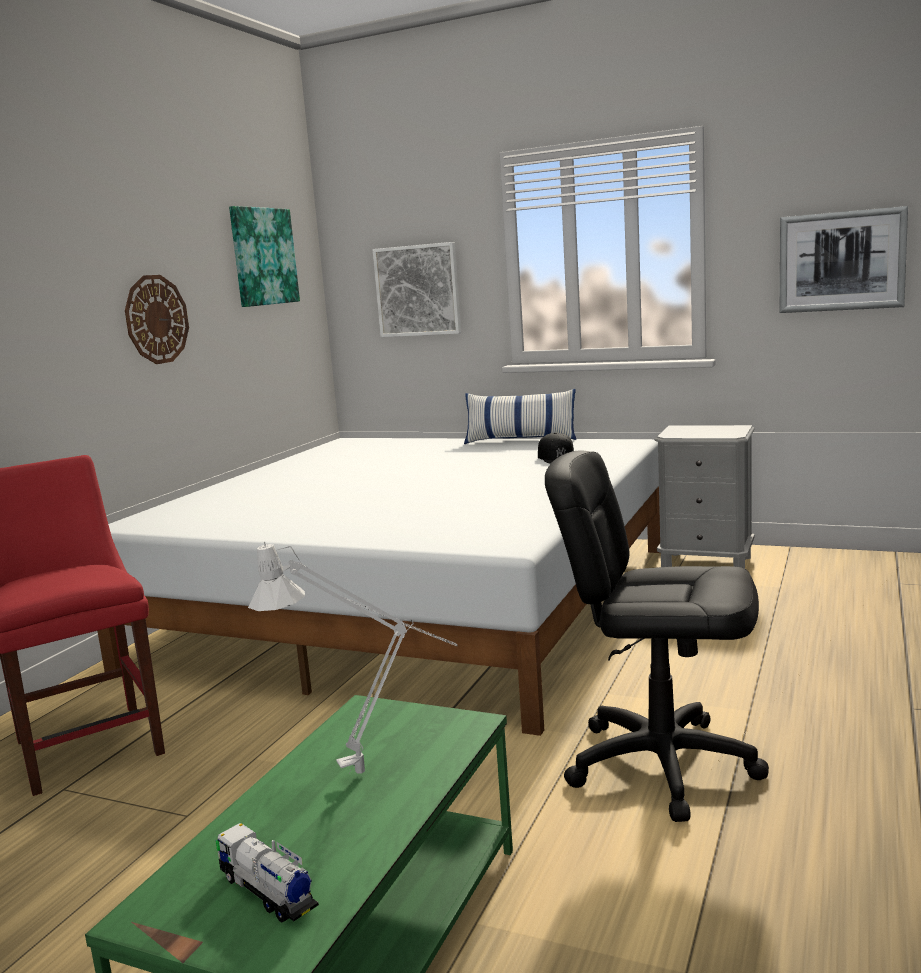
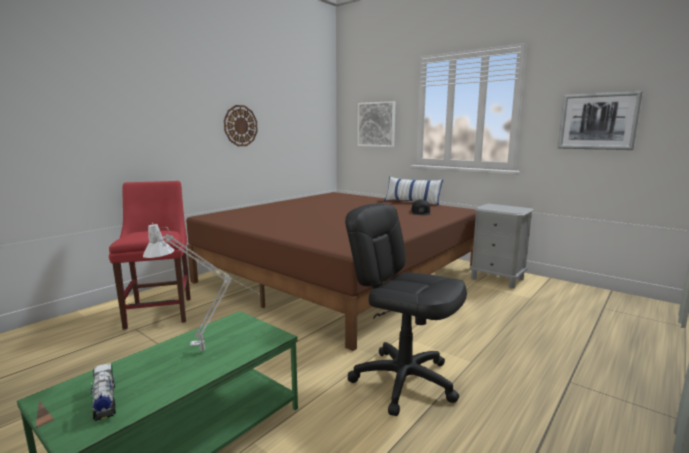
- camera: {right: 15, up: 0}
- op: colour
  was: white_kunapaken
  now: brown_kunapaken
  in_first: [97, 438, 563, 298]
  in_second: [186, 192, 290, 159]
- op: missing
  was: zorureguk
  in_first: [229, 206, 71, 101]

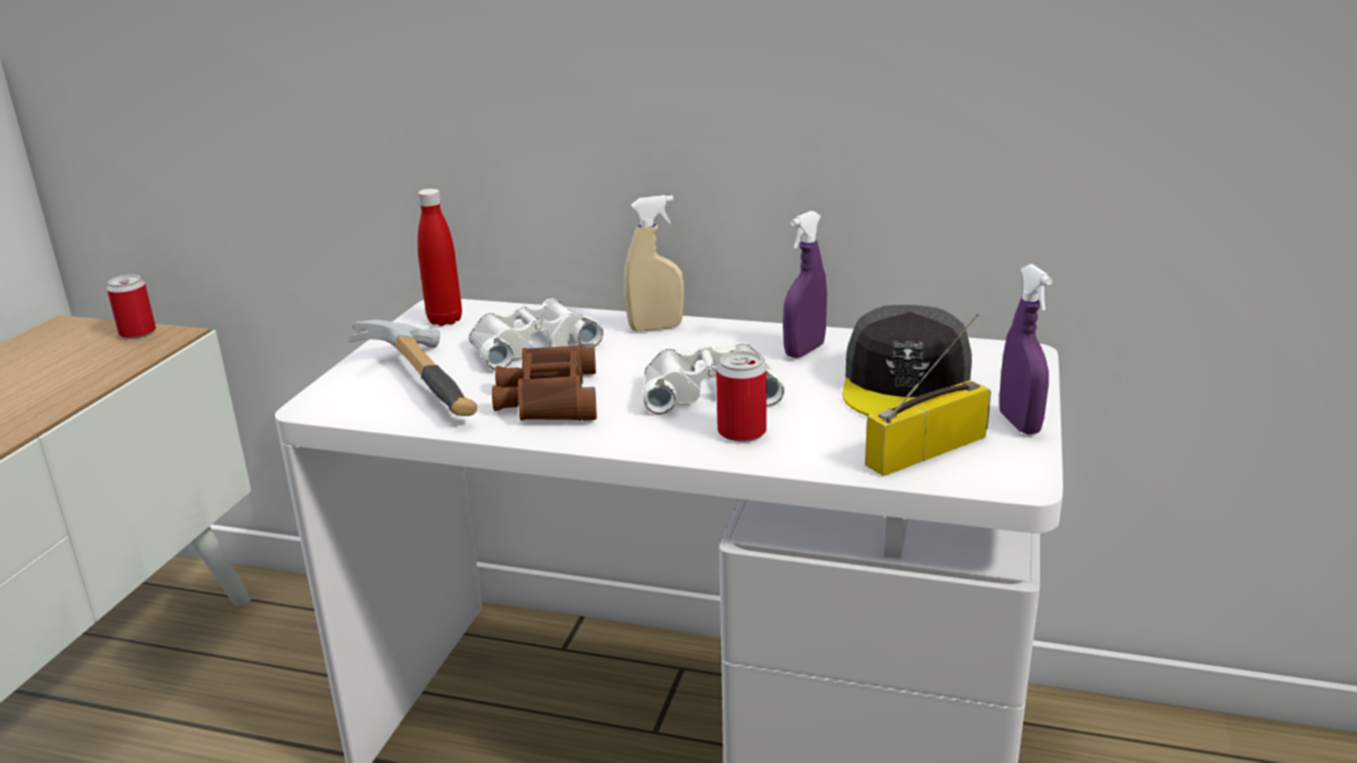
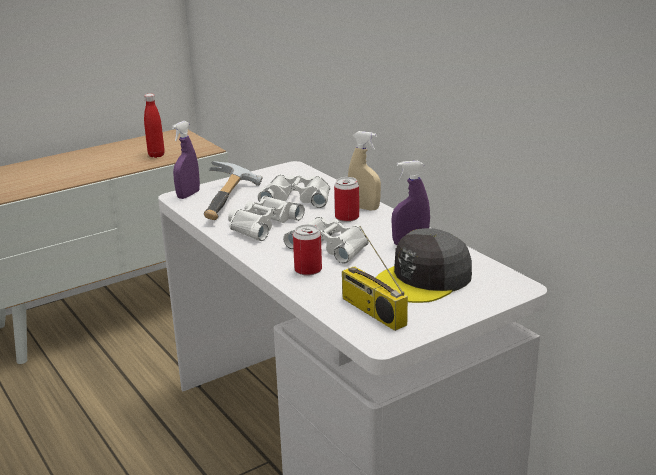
- camera: {right: 40, up: 0}
- op: relocated
  was: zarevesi
  in_first: [107, 275, 49, 64]
  in_second: [334, 177, 25, 45]
- op: relocated
  was: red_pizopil
  in_first: [417, 189, 45, 137]
  in_second: [144, 94, 21, 64]
- op: colour
  was: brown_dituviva
  now: white_dituviva
  in_first: [492, 343, 105, 78]
  in_second: [228, 196, 77, 45]
- op: spun
  was: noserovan
  in_first: [865, 314, 126, 162]
  in_second: [342, 226, 66, 105]
  clockwise: -135
- op: relocated
  was: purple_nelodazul
  in_first: [999, 264, 53, 171]
  in_second: [172, 121, 28, 78]

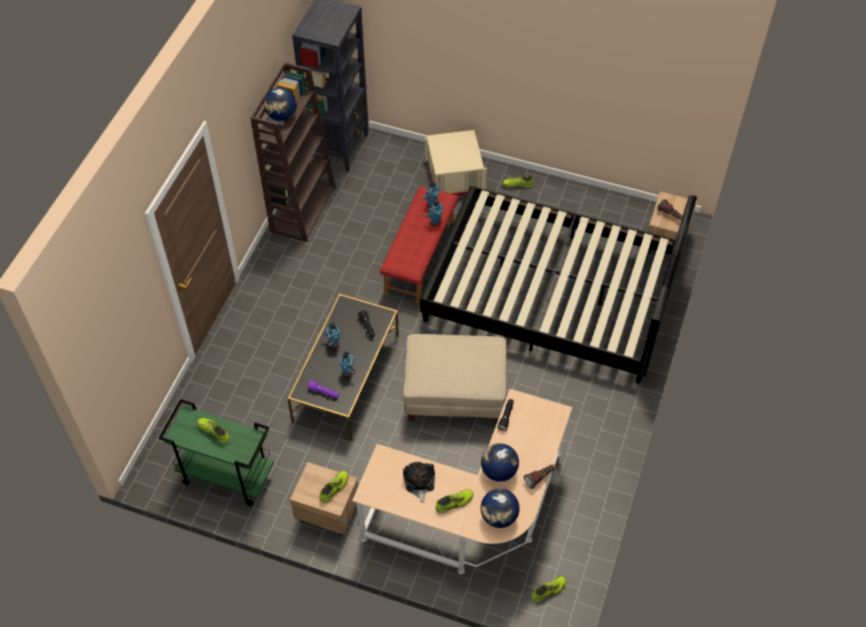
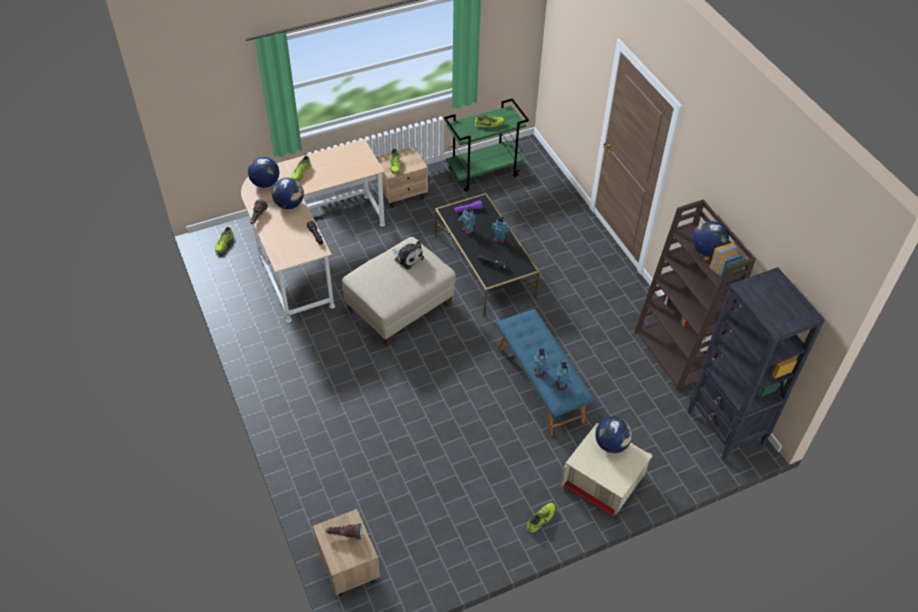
- camera: {right: 135, up: -5}
- op: colour
  was: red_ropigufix
  now: blue_ropigufix
  in_first: [380, 186, 78, 118]
  in_second: [496, 309, 98, 127]
- op: relocated
  was: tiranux
  in_first: [403, 462, 32, 41]
  in_second: [393, 241, 31, 28]
- op: missing
  was: black_kunapaken
  in_first: [420, 186, 277, 197]
- op: appeared
  now: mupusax
  in_second: [595, 417, 37, 36]

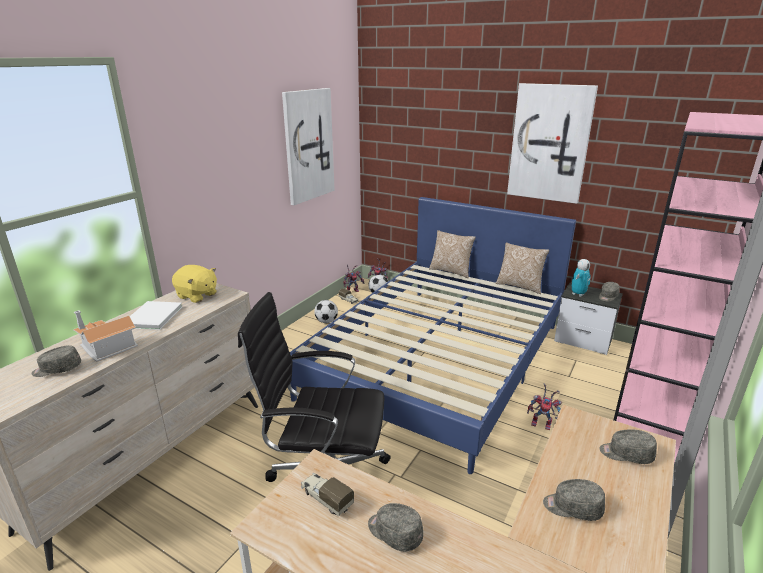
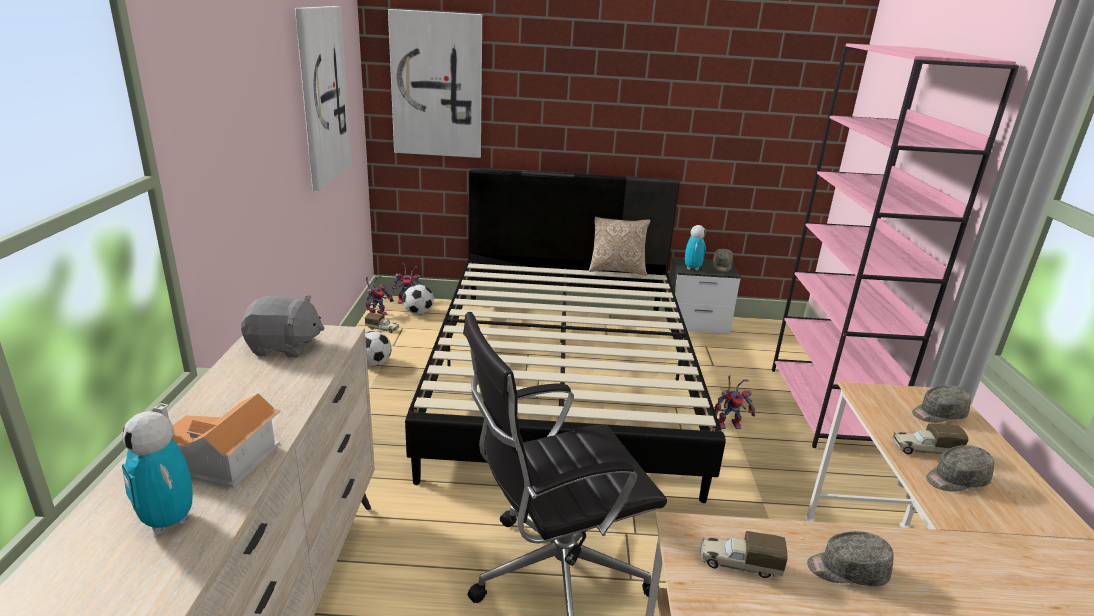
- camera: {right: -30, up: 0}
- op: exchanged
  was: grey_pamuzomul
  now: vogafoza
  in_first: [31, 345, 50, 32]
  in_second: [122, 411, 71, 123]
- op: missing
  was: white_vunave
  in_first: [130, 301, 52, 29]
- op: colour
  was: yellow_tiranux
  now: grey_tiranux
  in_first: [172, 265, 45, 38]
  in_second: [241, 295, 83, 63]
- op: colour
  was: blue_kunapaken
  now: black_kunapaken
  in_first: [290, 197, 286, 277]
  in_second: [405, 167, 321, 336]
- op: missing
  was: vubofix
  in_first: [429, 230, 47, 48]
- op: relocated
  was: zorureguk
  in_first: [507, 83, 91, 121]
  in_second: [388, 9, 94, 149]
- op: appeared
  now: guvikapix
  in_second: [892, 424, 76, 30]

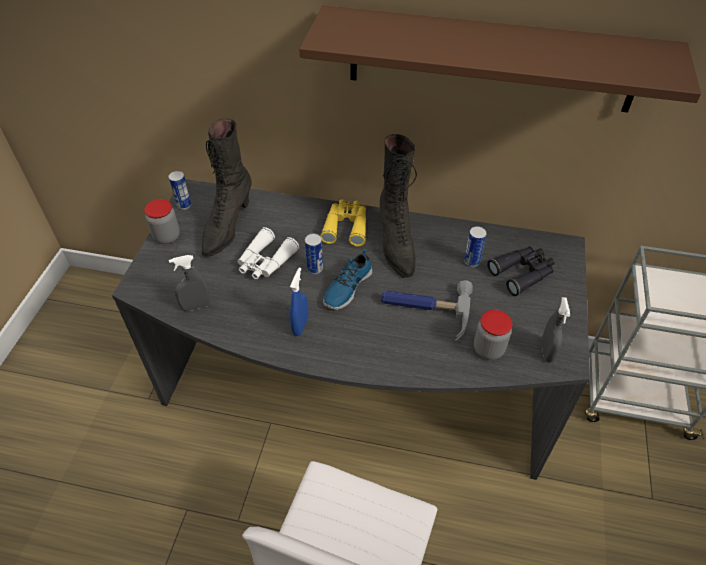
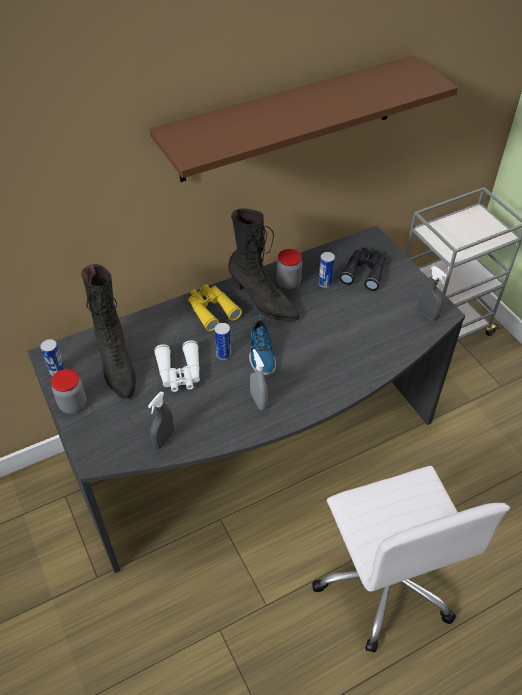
- camera: {right: -40, up: 0}
- op: colour
  was: blue_nelodazul
  now: grey_nelodazul
  in_first: [290, 268, 19, 68]
  in_second: [250, 349, 18, 61]
- op: missing
  was: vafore
  in_first: [381, 280, 92, 61]
- op: relocated
  was: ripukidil
  in_first: [474, 310, 38, 50]
  in_second: [277, 249, 25, 40]

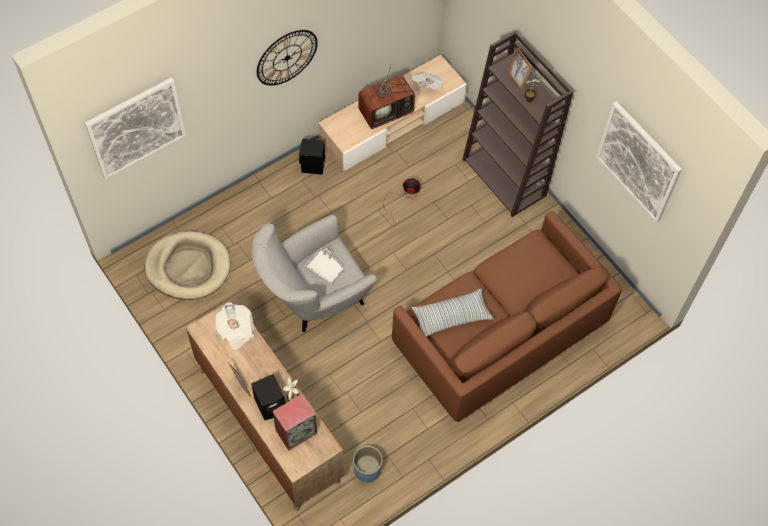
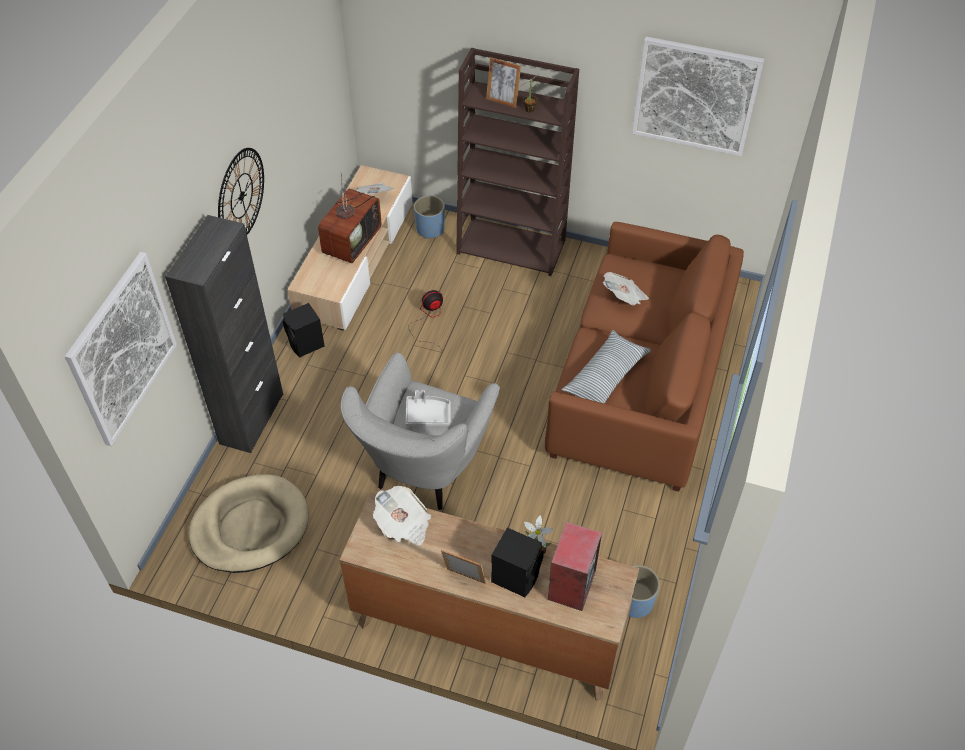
- camera: {right: -35, up: -10}
- op: appeared
  now: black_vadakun
  in_second: [165, 215, 118, 238]
- op: appeared
  now: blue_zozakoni
  in_second: [414, 195, 31, 44]
- op: appeared
  now: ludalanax
  in_second: [603, 272, 46, 33]

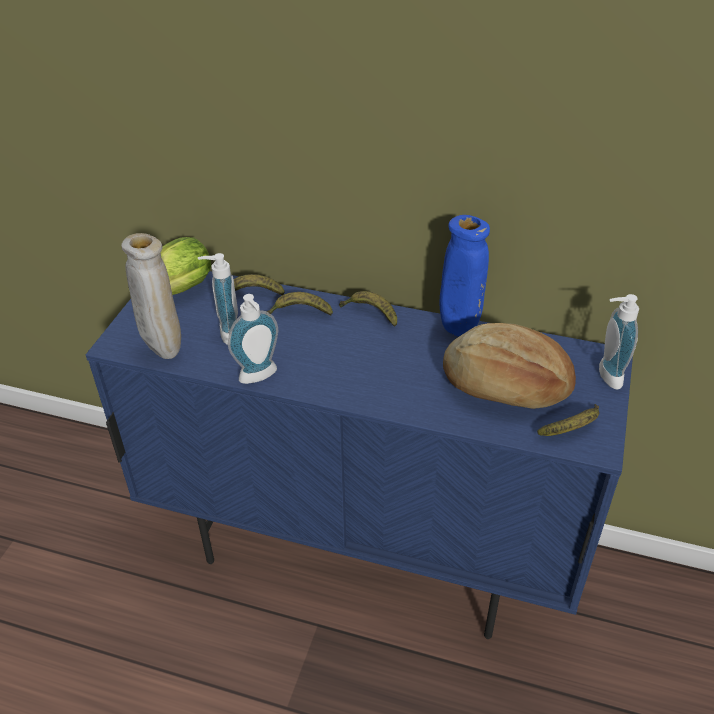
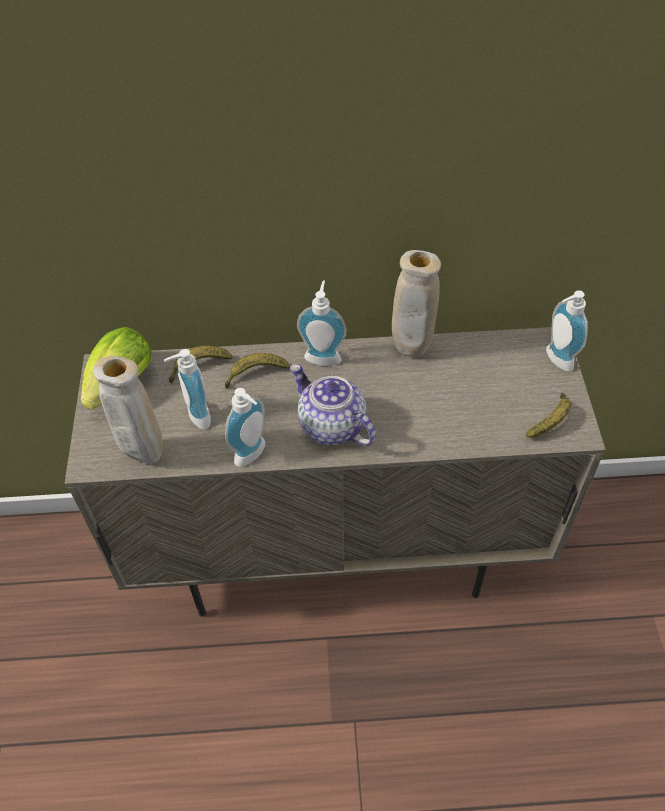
- camera: {right: -20, up: 10}
- op: colour
  was: blue_vadakun
  now: beige_vadakun
  in_first: [86, 271, 547, 368]
  in_second: [65, 327, 541, 290]
- op: exchanged
  was: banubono
  now: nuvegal
  in_first: [339, 291, 58, 36]
  in_second: [297, 280, 50, 86]
- op: colour
  was: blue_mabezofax
  now: beige_mabezofax
  in_first: [440, 215, 50, 121]
  in_second: [392, 250, 49, 107]
- op: missing
  was: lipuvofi
  in_first: [443, 323, 133, 86]
- op: appeared
  now: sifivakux
  in_second: [290, 364, 86, 82]

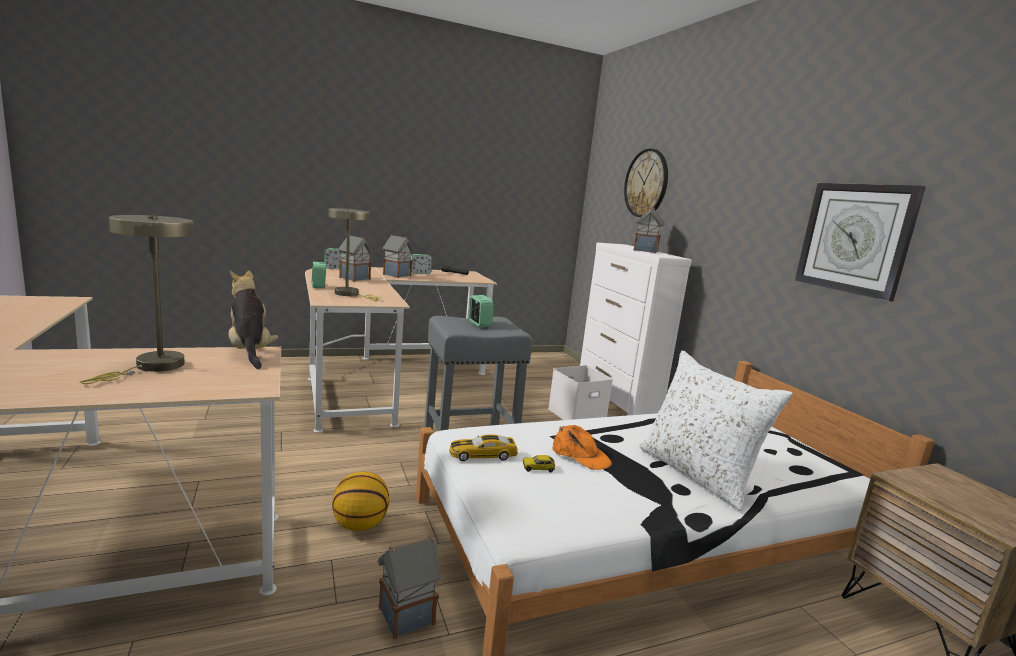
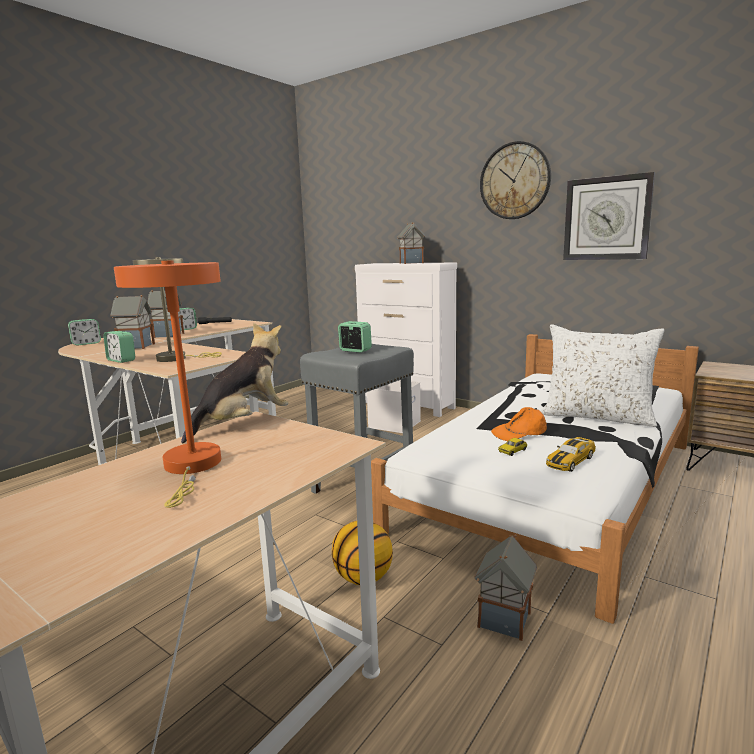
- camera: {right: -30, up: 0}
- op: colour
  was: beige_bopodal
  now: orange_bopodal
  in_first: [80, 215, 114, 169]
  in_second: [114, 260, 107, 248]
- op: spun
  was: tiranux
  in_first: [229, 271, 49, 98]
  in_second: [181, 323, 108, 120]
  clockwise: 105
- op: relocated
  was: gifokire
  in_first: [449, 435, 69, 26]
  in_second: [546, 437, 50, 35]
- op: spun
  was: orange_pamuzomul
  in_first: [552, 425, 60, 45]
  in_second: [491, 407, 56, 34]
  clockwise: 150
- op: relocated
  was: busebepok
  in_first: [624, 149, 44, 68]
  in_second: [480, 141, 71, 78]

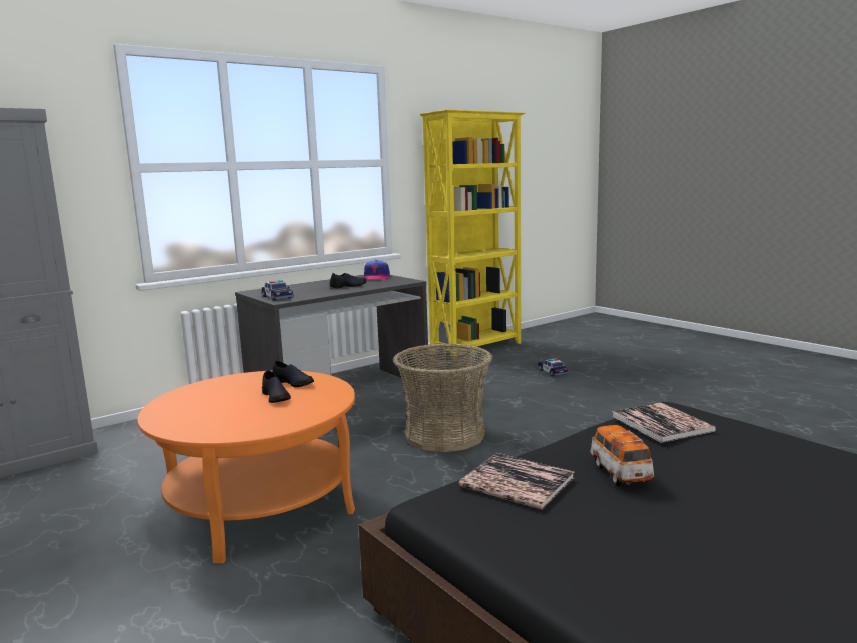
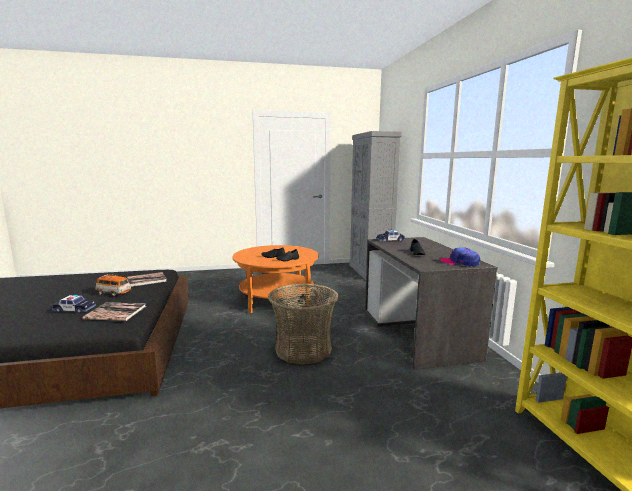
- camera: {right: 115, up: 0}
- op: relocated
  was: gifokire
  in_first: [538, 358, 30, 18]
  in_second: [52, 295, 44, 18]

